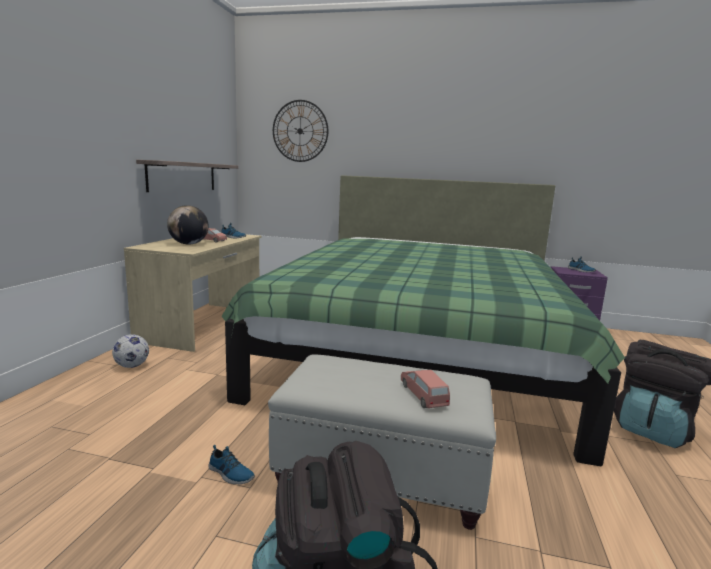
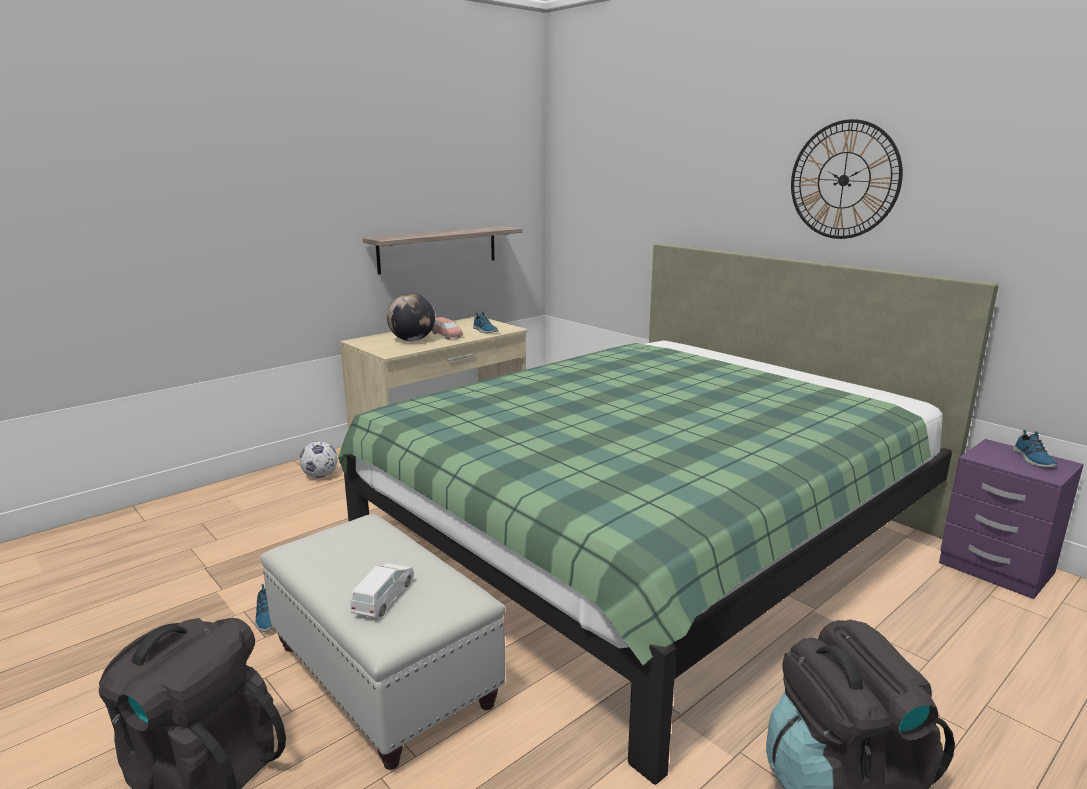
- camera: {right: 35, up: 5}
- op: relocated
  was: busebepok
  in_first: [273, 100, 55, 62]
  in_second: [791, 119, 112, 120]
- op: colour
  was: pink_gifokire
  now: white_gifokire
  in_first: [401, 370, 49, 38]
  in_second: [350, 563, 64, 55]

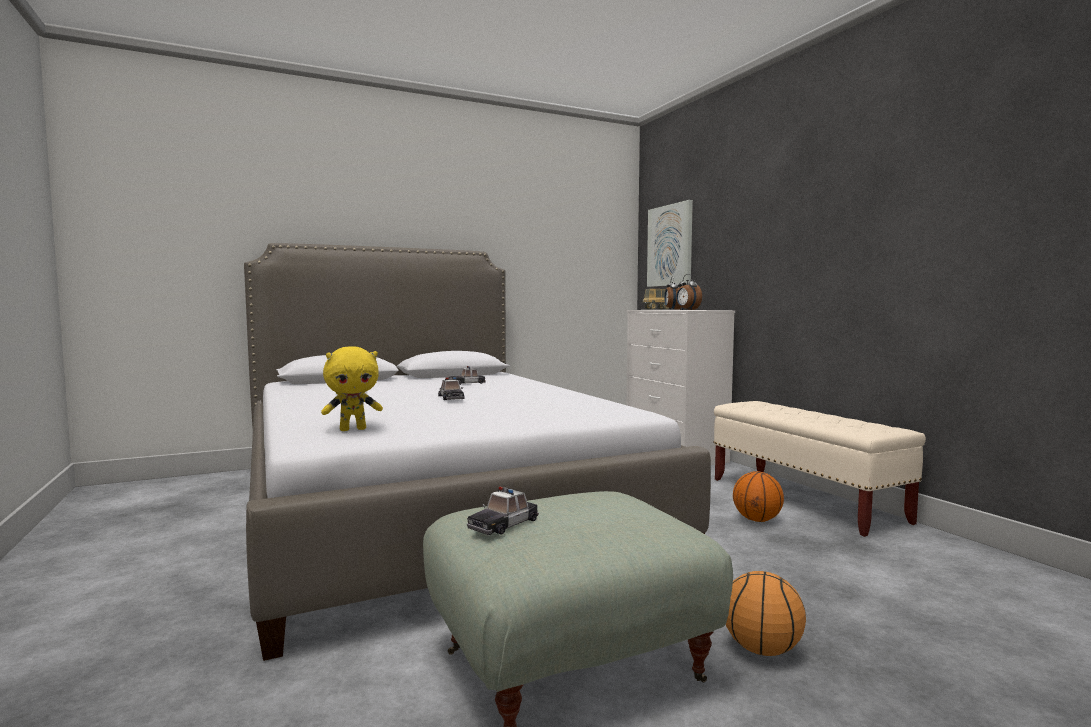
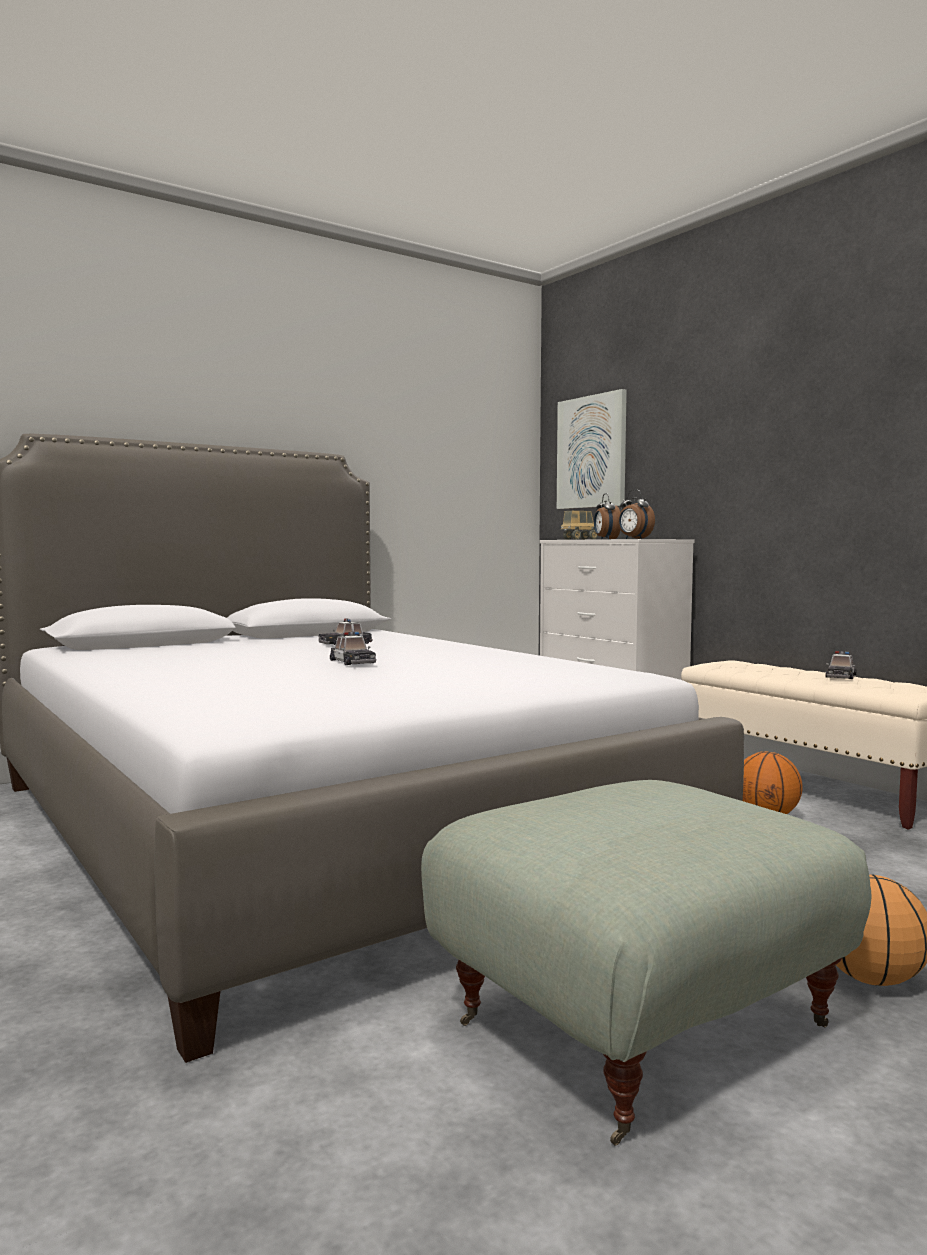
- camera: {right: -10, up: 0}
- op: missing
  was: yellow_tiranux
  in_first: [321, 346, 62, 85]
- op: relocated
  was: gifokire
  in_first: [467, 487, 72, 48]
  in_second: [825, 651, 32, 28]

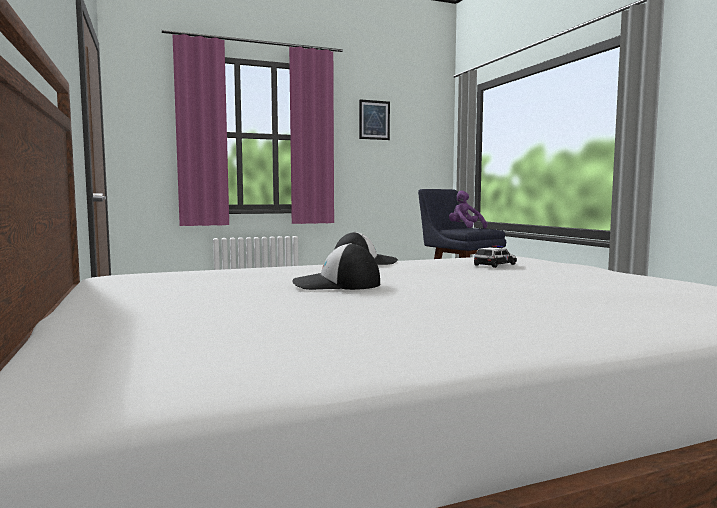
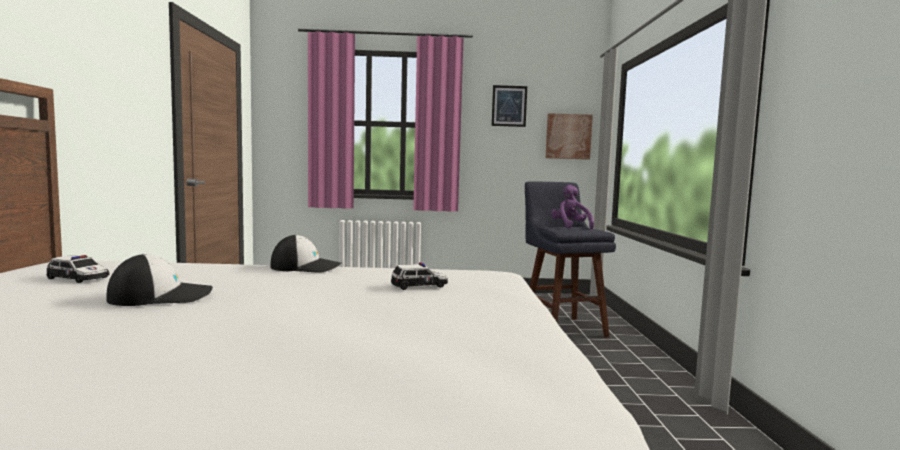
- camera: {right: 20, up: 0}
- op: spun
  was: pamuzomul
  in_first: [293, 243, 87, 47]
  in_second: [107, 254, 106, 52]
  clockwise: 135
- op: appeared
  now: gifokire
  in_second: [47, 255, 63, 28]
- op: appeared
  now: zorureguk
  in_second: [546, 113, 47, 47]

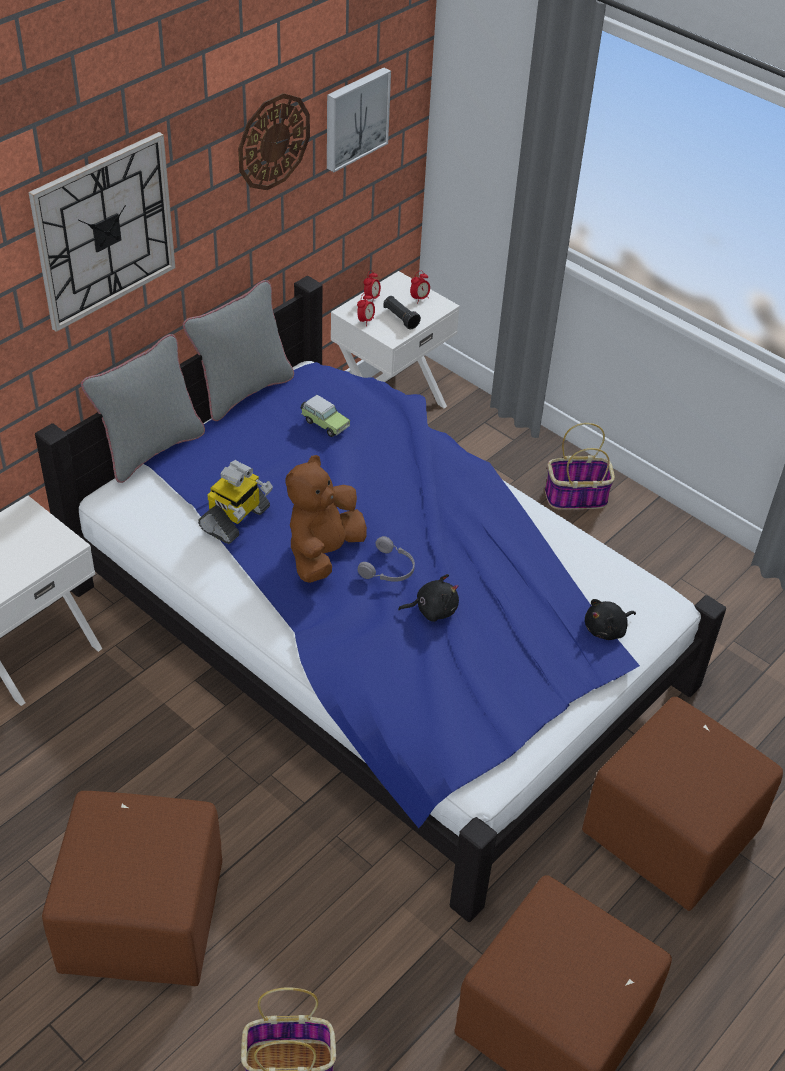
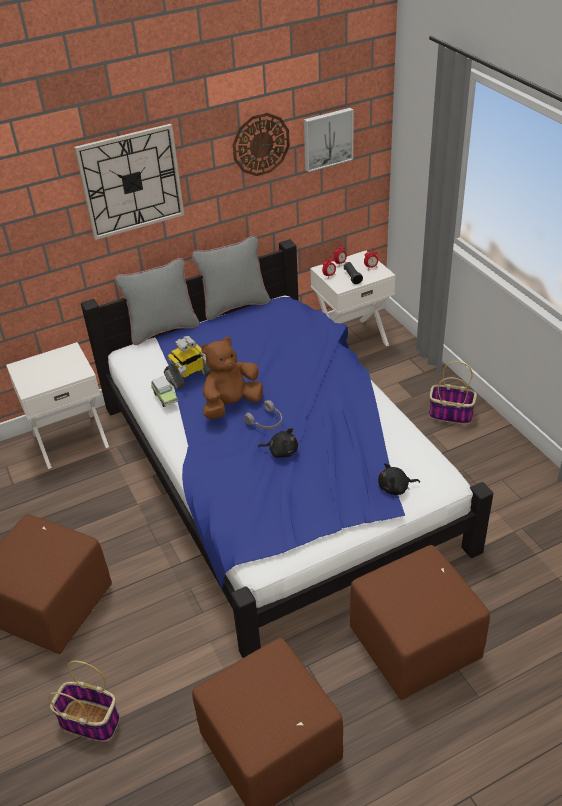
- camera: {right: 25, up: -5}
- op: relocated
  was: gifokire
  in_first: [301, 395, 49, 42]
  in_second: [151, 376, 27, 31]

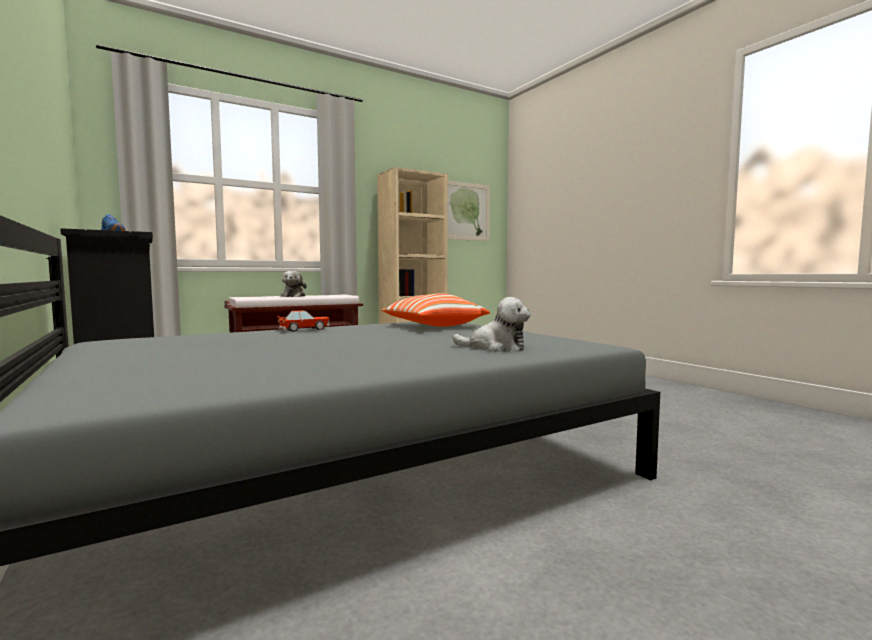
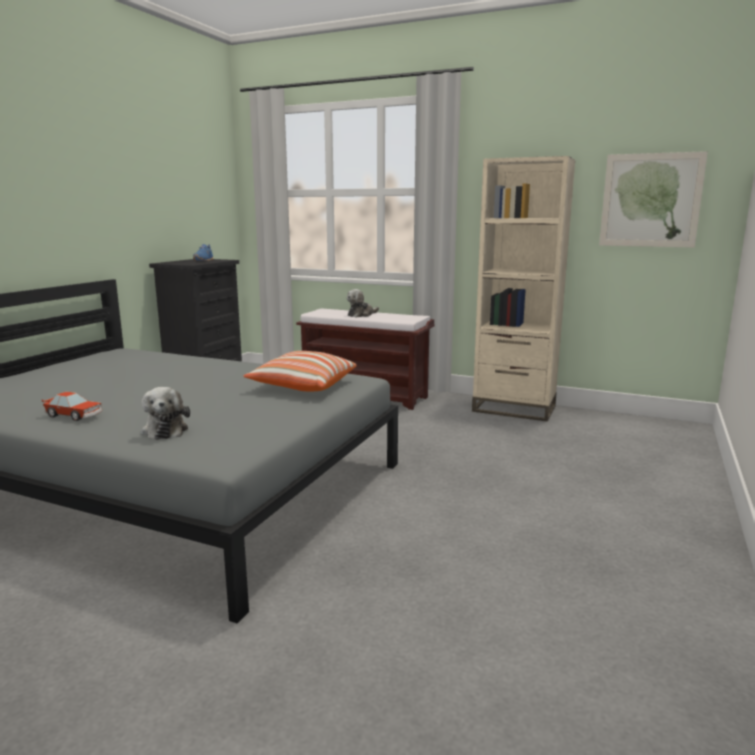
- camera: {right: 55, up: 10}
- op: relocated
  was: gifokire
  in_first: [277, 310, 53, 22]
  in_second: [41, 392, 62, 29]

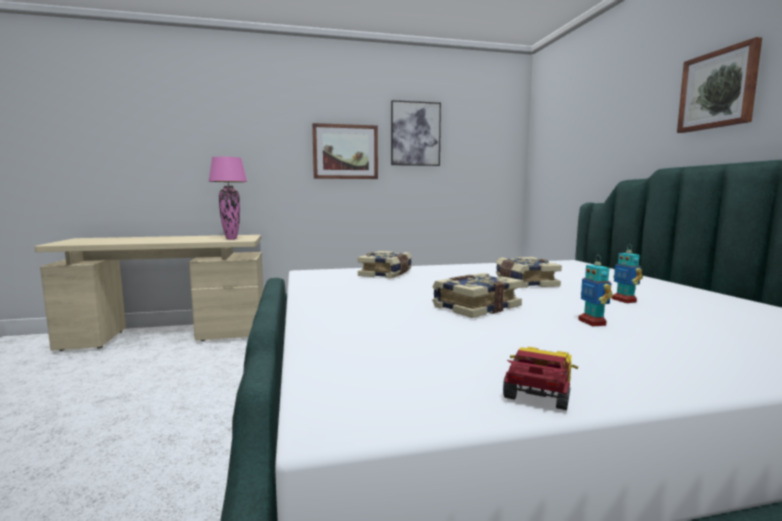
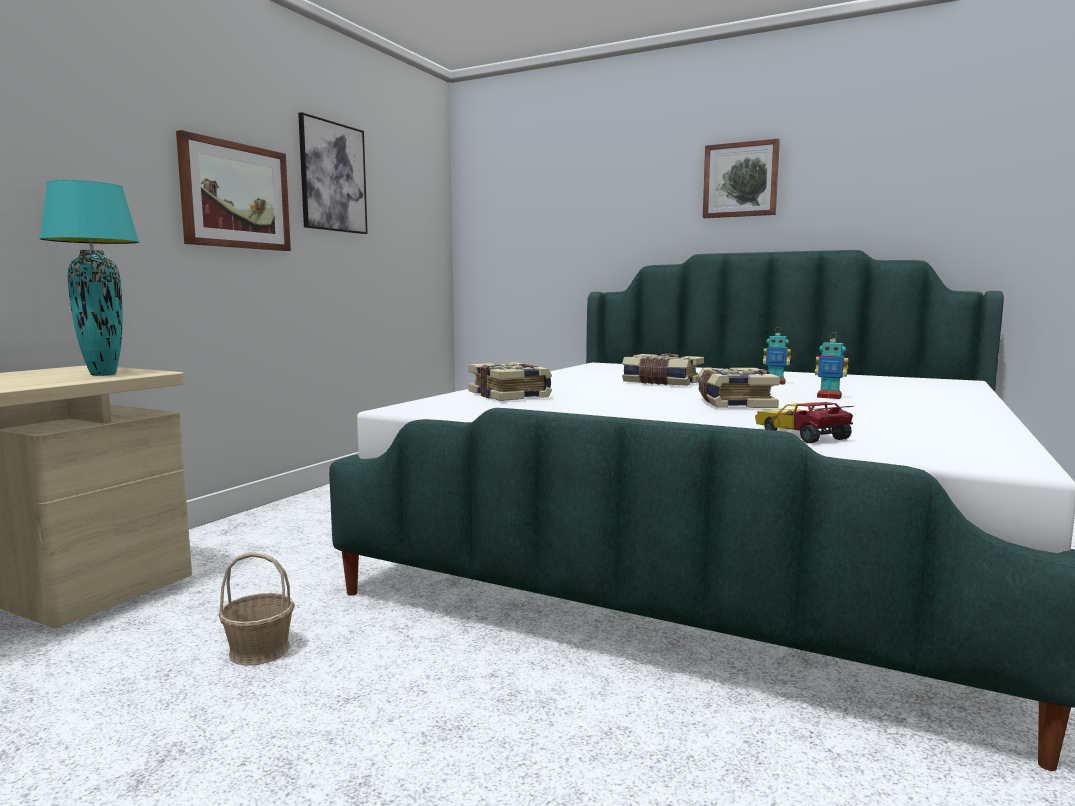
- camera: {right: -50, up: 0}
- op: colour
  was: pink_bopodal
  now: turquoise_bopodal
  in_first: [209, 157, 39, 83]
  in_second: [39, 180, 100, 196]
- op: relocated
  was: gifokire
  in_first: [503, 347, 75, 63]
  in_second: [755, 402, 99, 41]
- op: appeared
  now: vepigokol
  in_second: [219, 552, 76, 114]

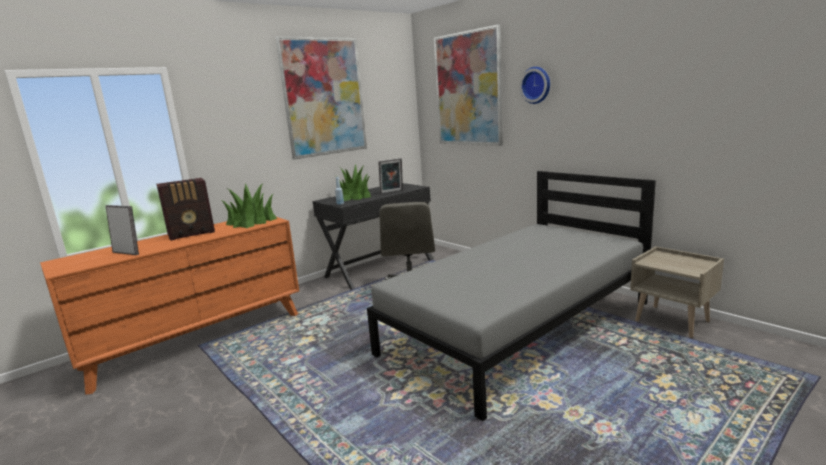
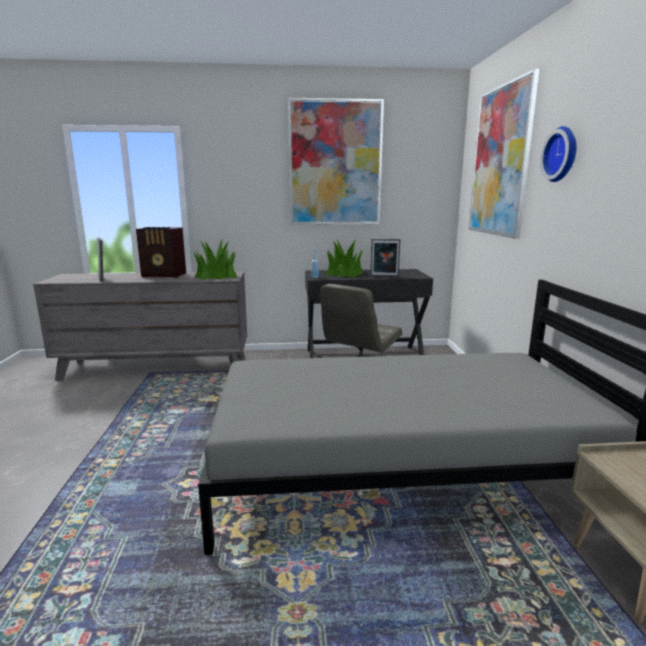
- camera: {right: 35, up: 0}
- op: colour
  was: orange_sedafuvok
  now: grey_sedafuvok
  in_first: [40, 217, 259, 178]
  in_second: [33, 271, 214, 110]

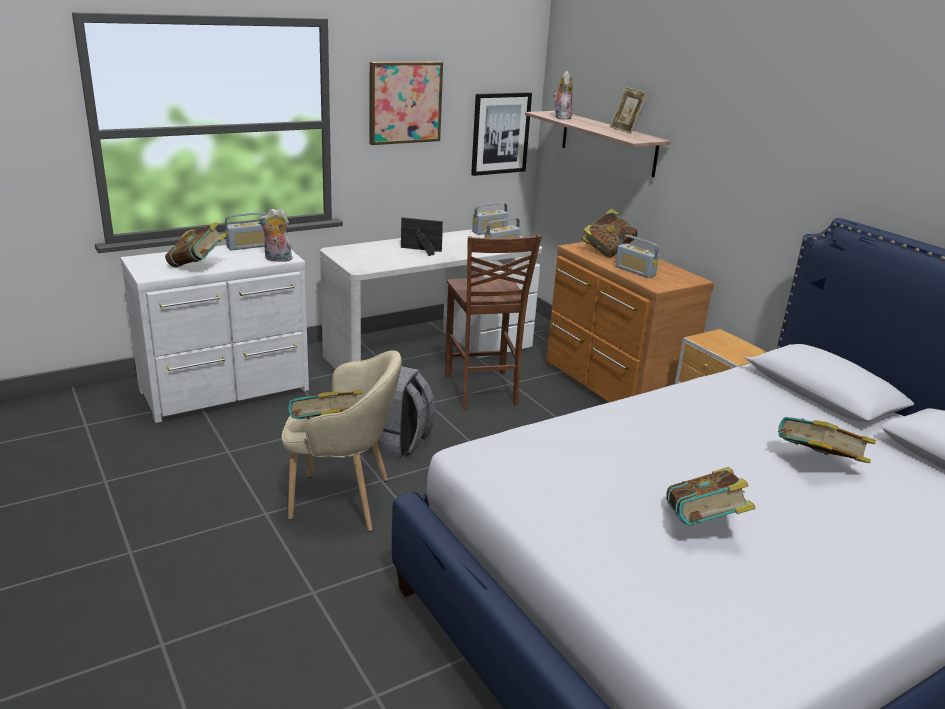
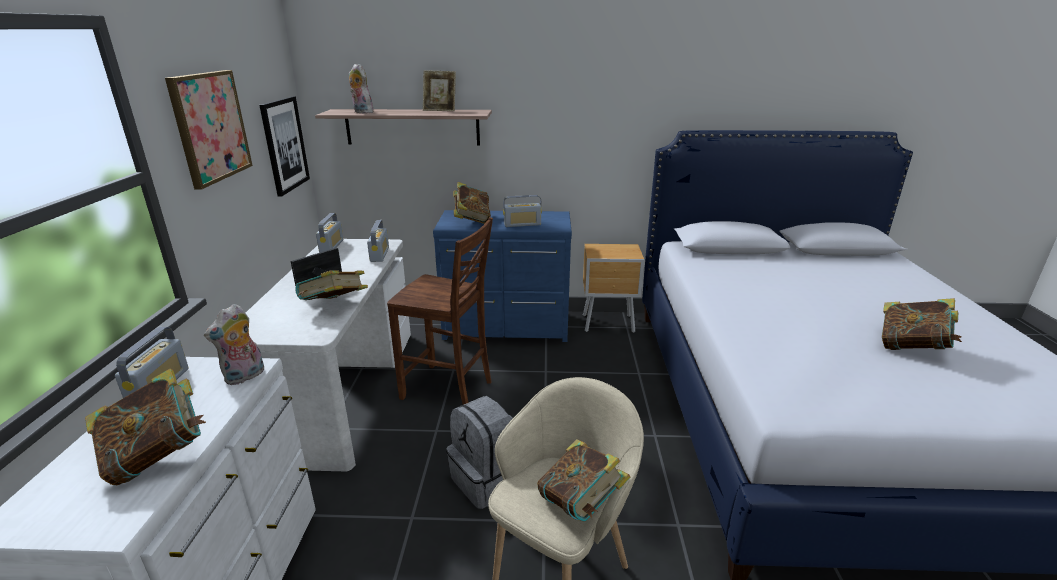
- camera: {right: -55, up: 0}
- op: colour
  was: brown_sedafuvok
  now: blue_sedafuvok
  in_first: [546, 242, 168, 160]
  in_second: [433, 210, 139, 132]
- op: relocated
  was: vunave
  in_first: [778, 417, 98, 46]
  in_second: [295, 270, 73, 30]

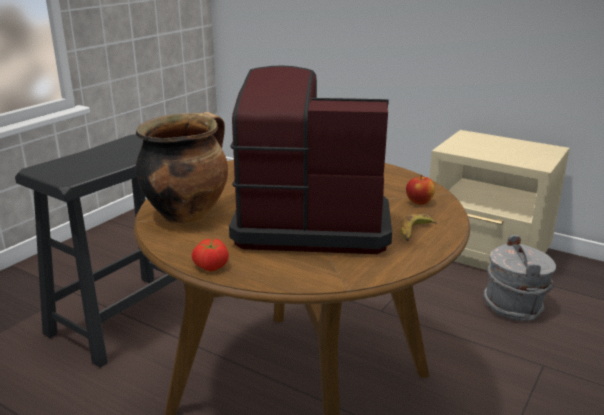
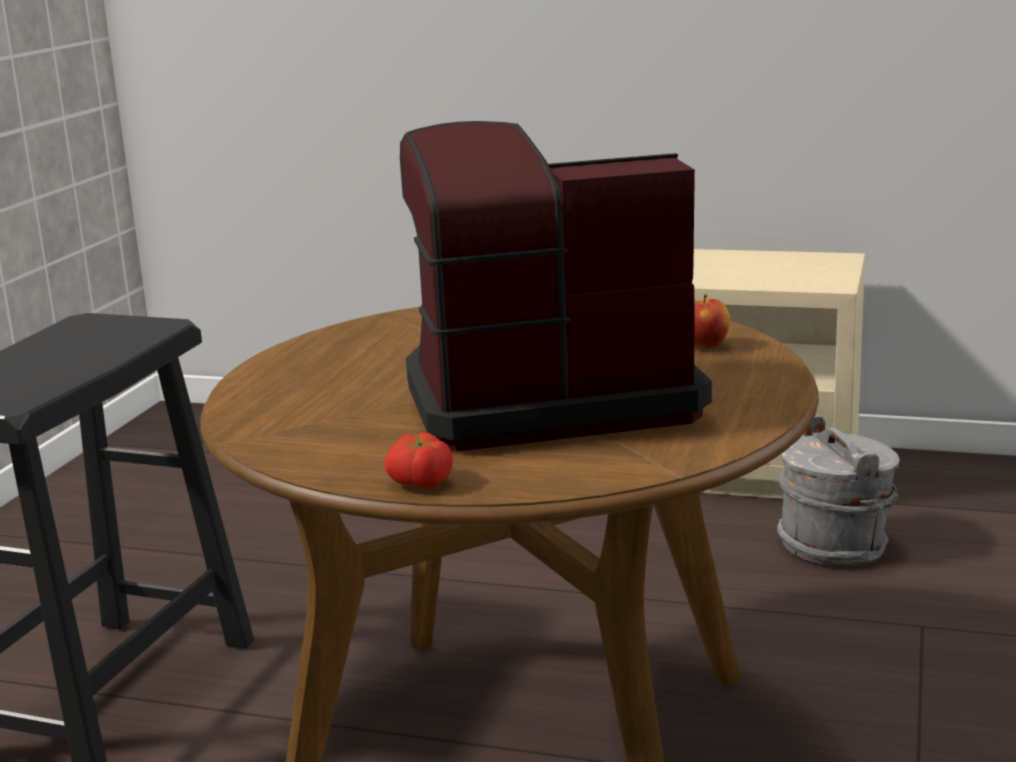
- camera: {right: -15, up: -5}
- op: missing
  was: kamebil
  in_first: [136, 112, 92, 112]
- op: missing
  was: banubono
  in_first: [401, 214, 36, 27]

